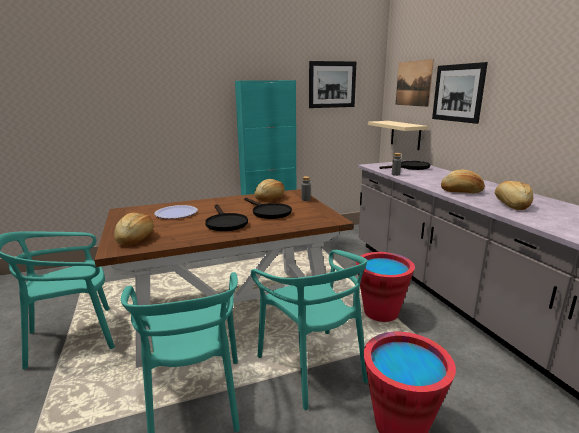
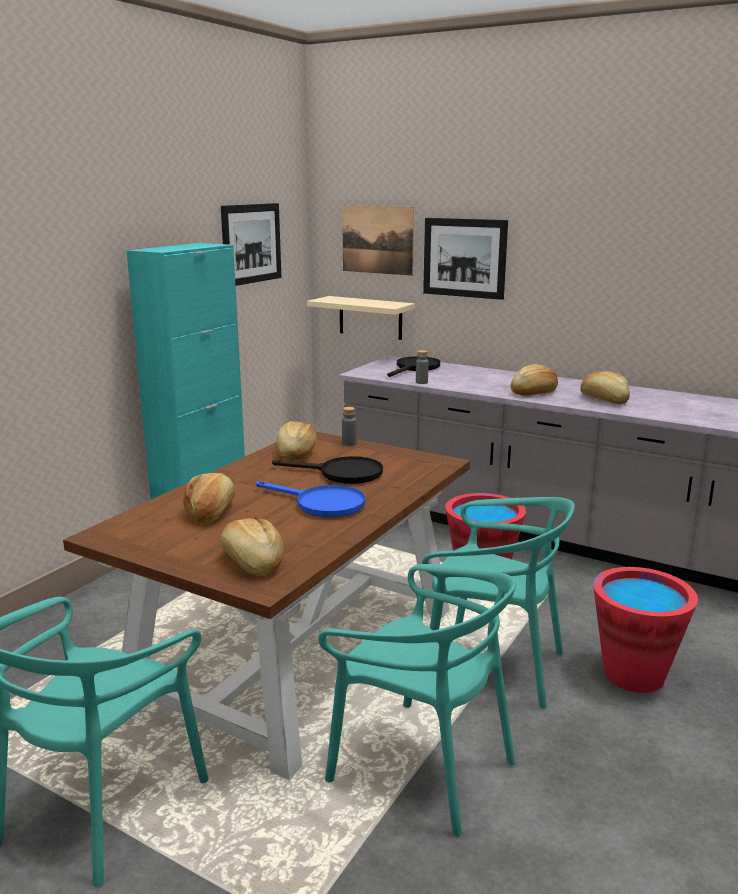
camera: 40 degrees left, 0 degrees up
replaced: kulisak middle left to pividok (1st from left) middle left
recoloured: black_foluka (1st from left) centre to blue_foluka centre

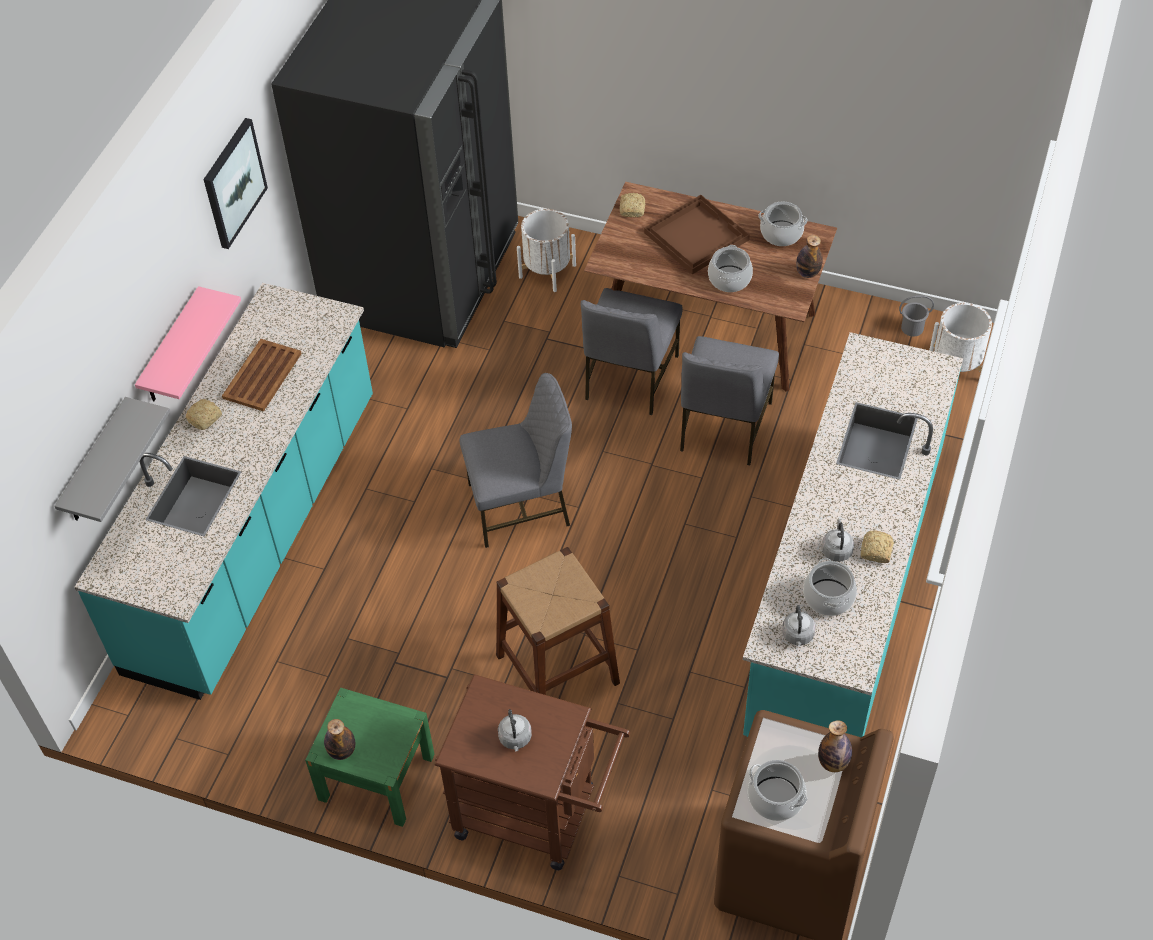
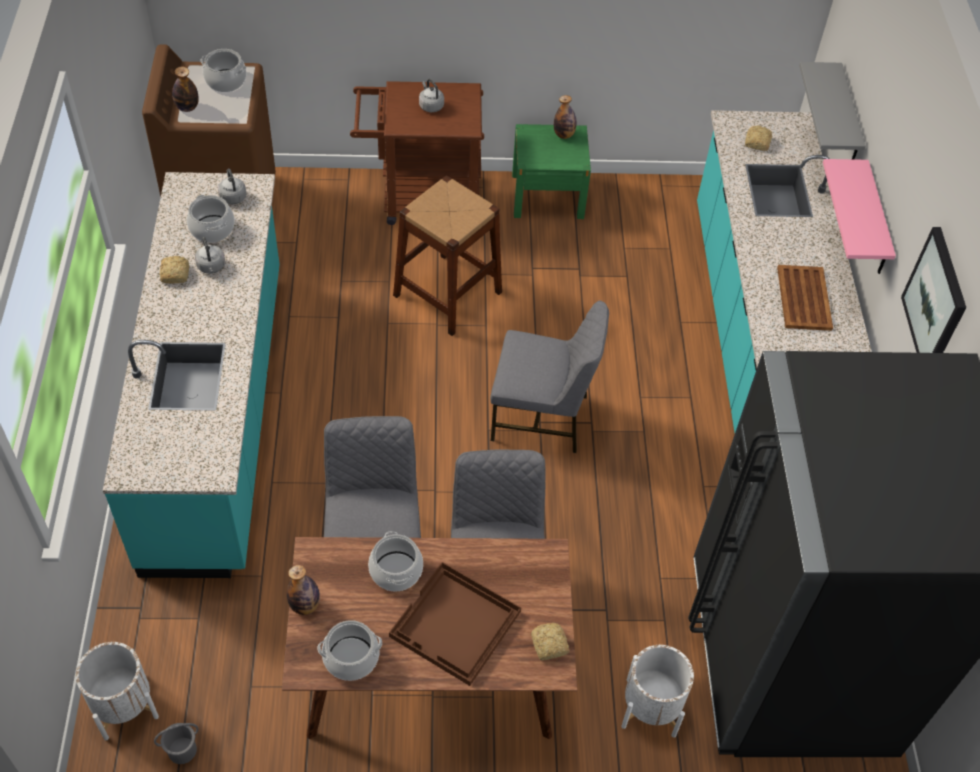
camera: 155 degrees right, 0 degrees up
moved: pividok (1st from left in the first image) middle left to pividok (3rd from left) top right
turned: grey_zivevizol (1st from left in the first image) centre = centre 135 degrees counterclockwise

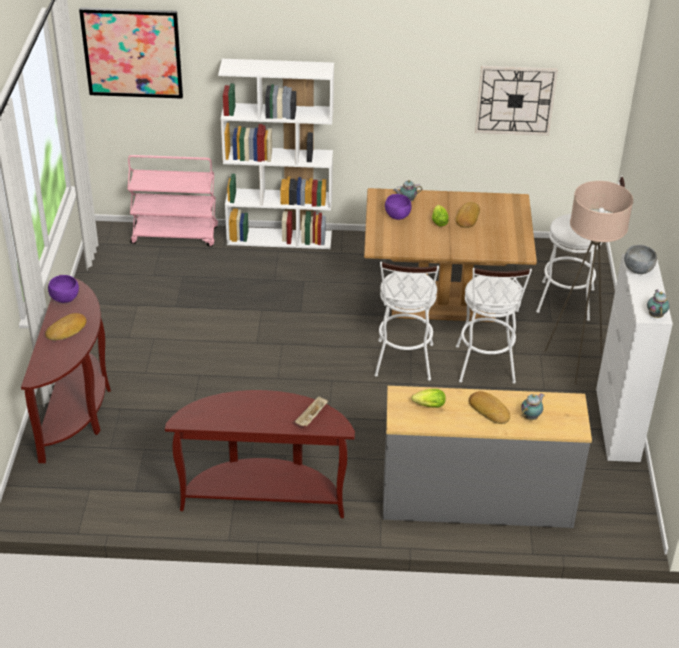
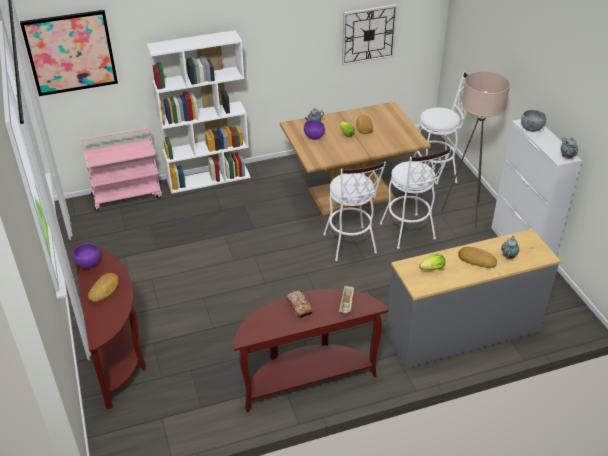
camera: 20 degrees left, 0 degrees up
added: pividok (2nd from left) bottom centre

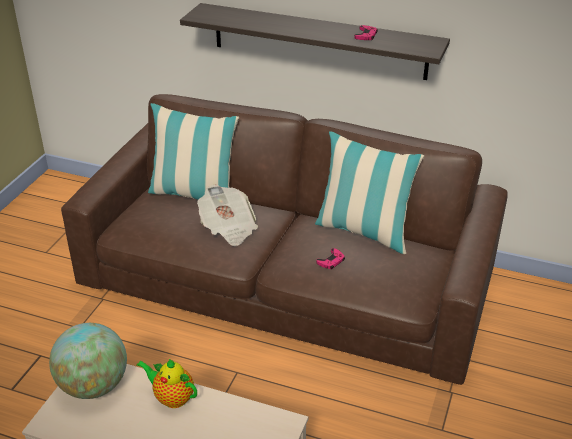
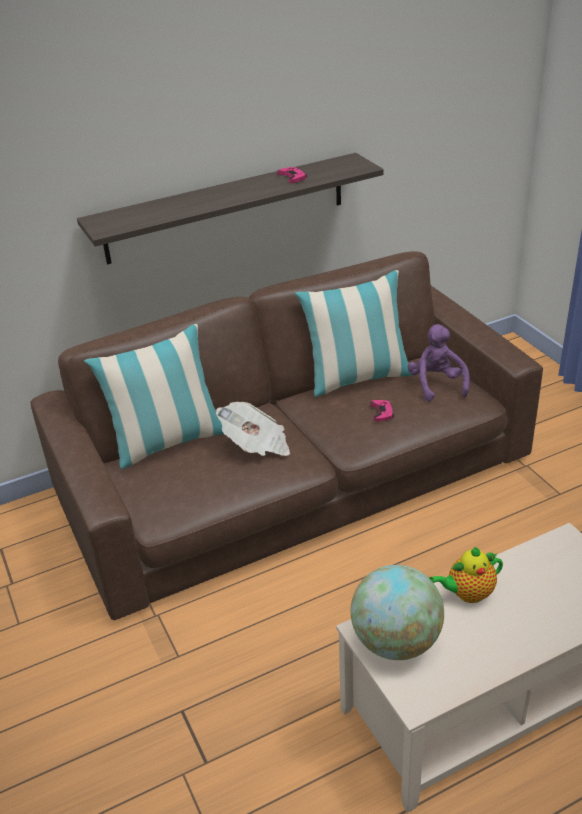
camera: 45 degrees left, 0 degrees up
added: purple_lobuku middle right

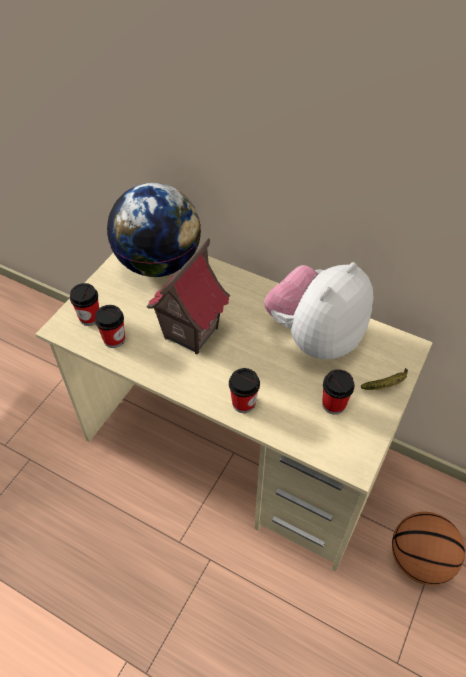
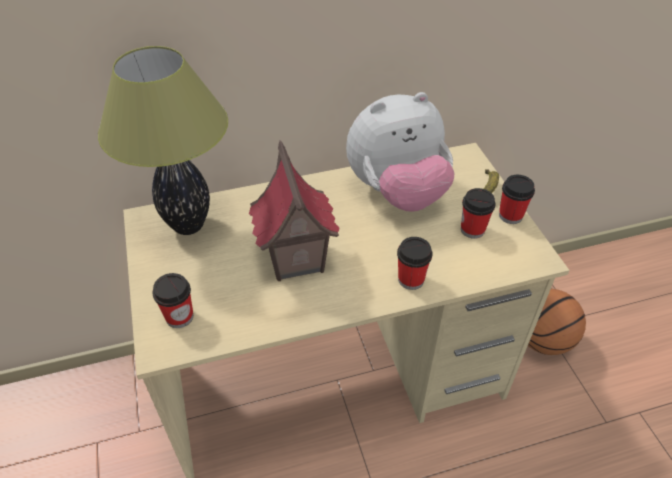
camera: 45 degrees left, 5 degrees down
moved: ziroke (2nd from left in the first image) middle left to ziroke (4th from left) middle right
replaced: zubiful middle left to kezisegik top left
turned: lobuku middle right = top centre 105 degrees counterclockwise

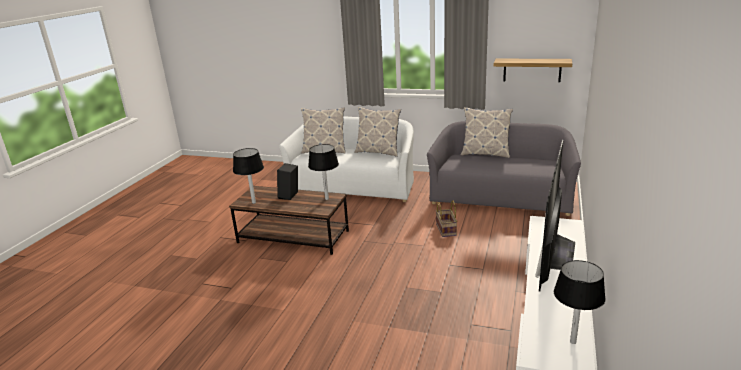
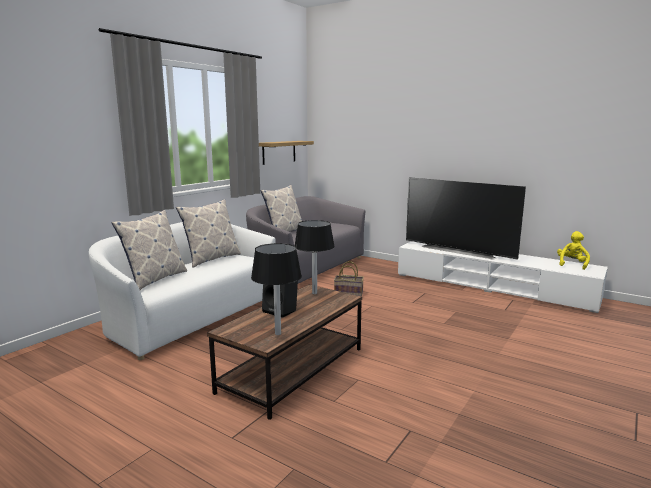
camera: 75 degrees left, 10 degrees down
replaced: black_kezisegik (3rd from left) bottom right to yellow_lobuku middle right

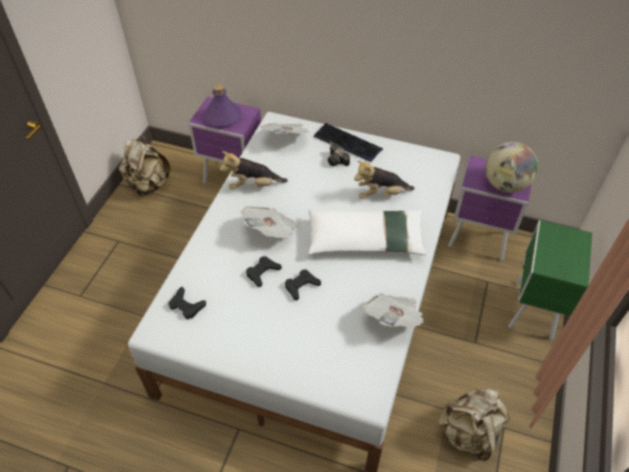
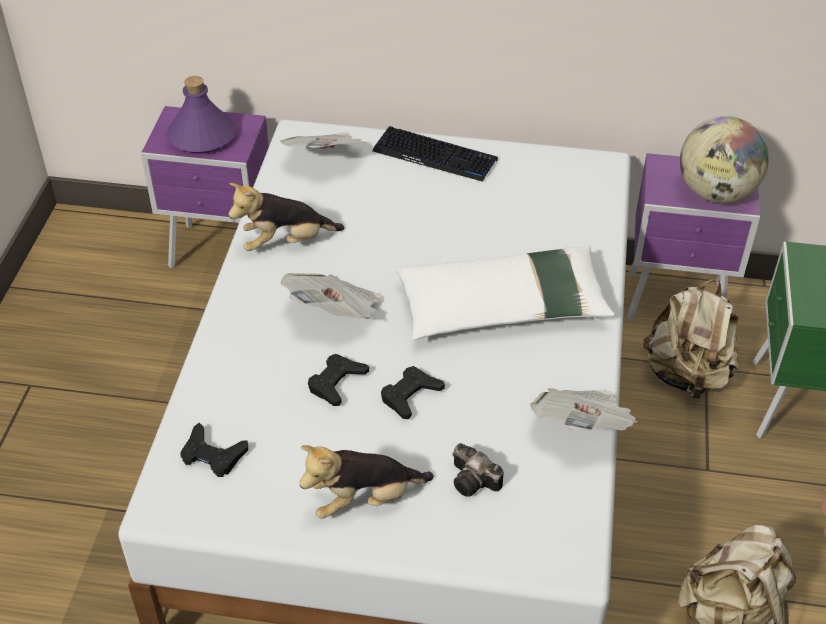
camera: 10 degrees left, 5 degrees down
moved: lobuku (2nd from left) centre to bottom centre; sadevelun top centre to bottom centre; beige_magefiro (1st from left) middle left to middle right

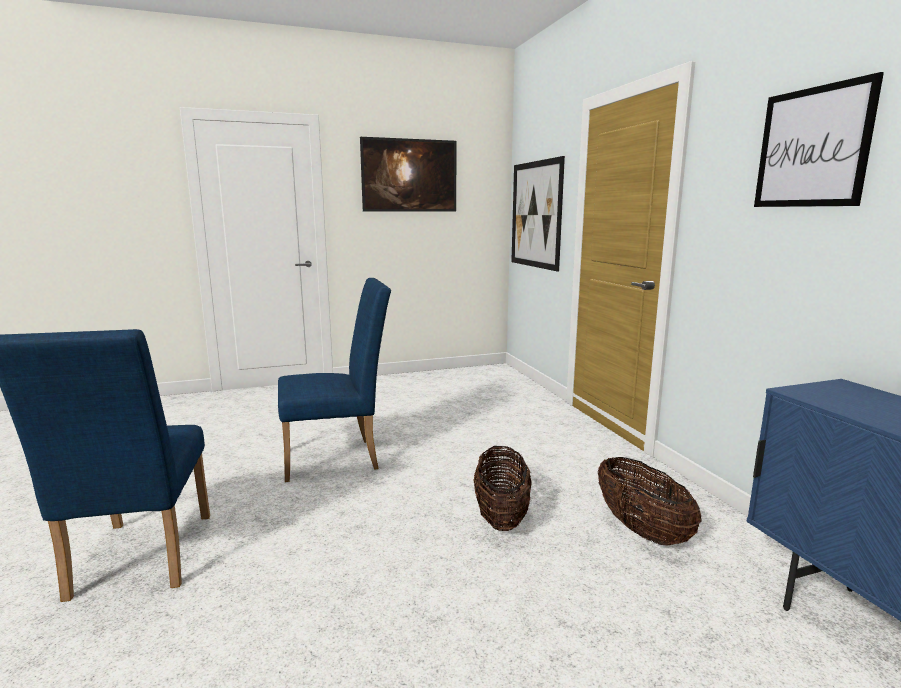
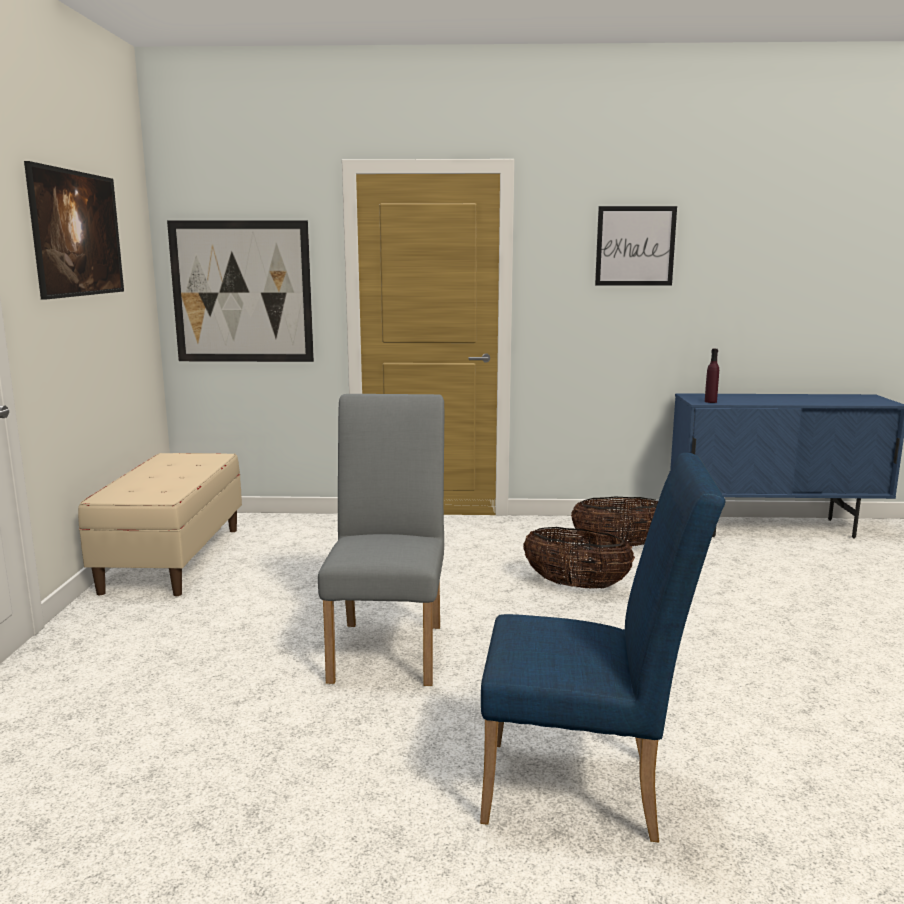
camera: 70 degrees left, 0 degrees up
added: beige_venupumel middle left; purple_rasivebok middle right
recoloured: blue_zivevizol (2nd from left) centre to grey_zivevizol centre

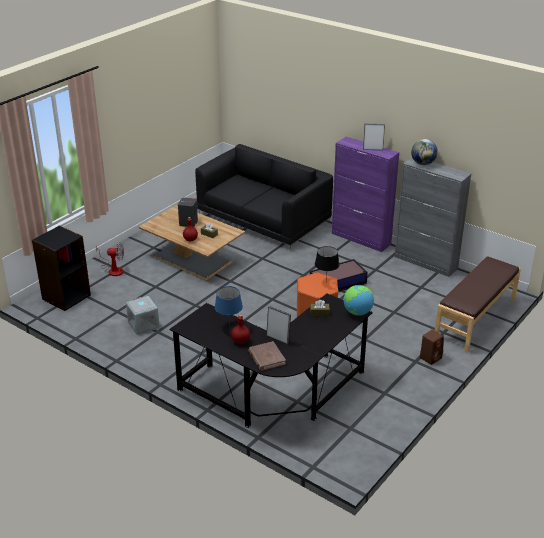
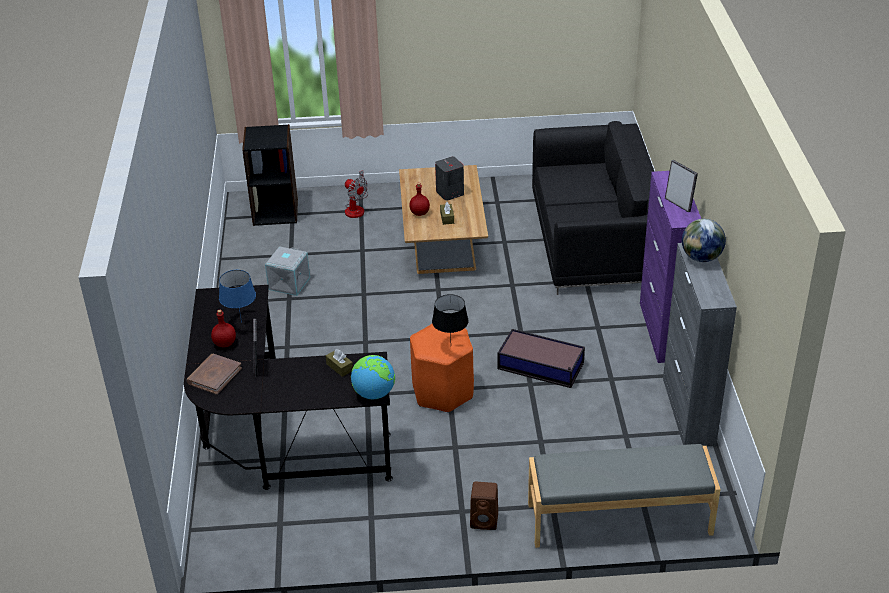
camera: 50 degrees right, 5 degrees up
recoloured: brown_venupumel middle right to grey_venupumel bottom right

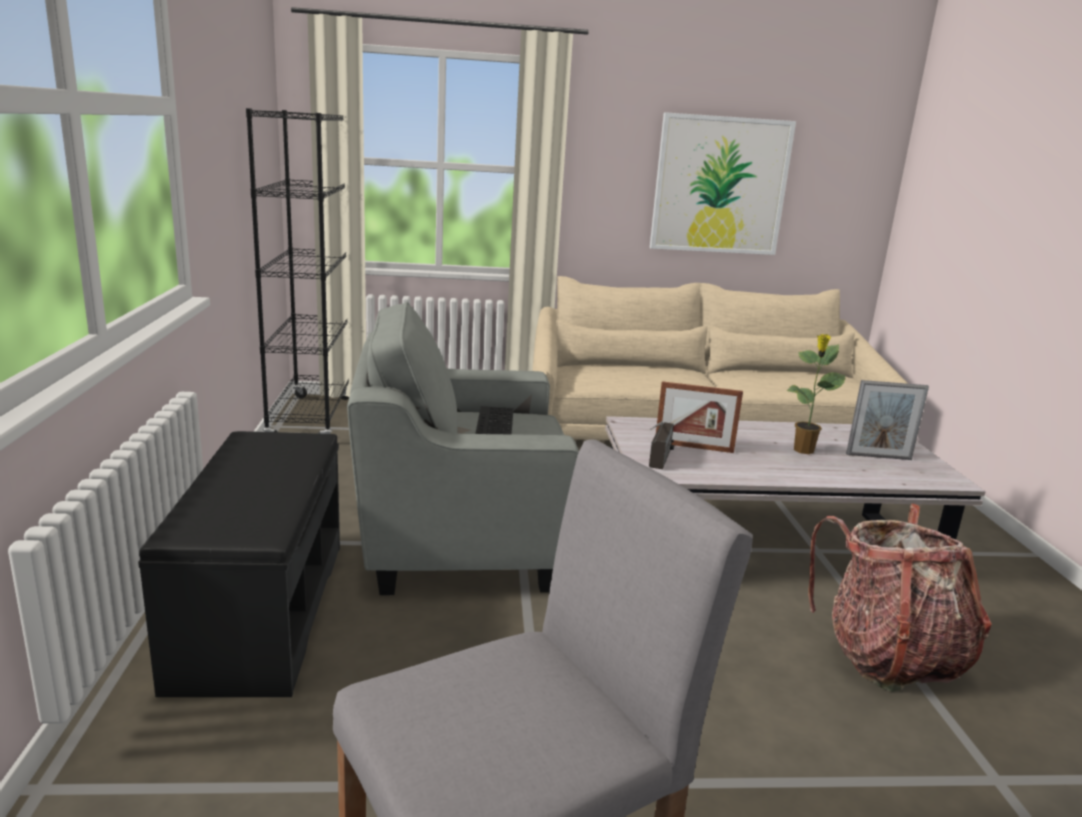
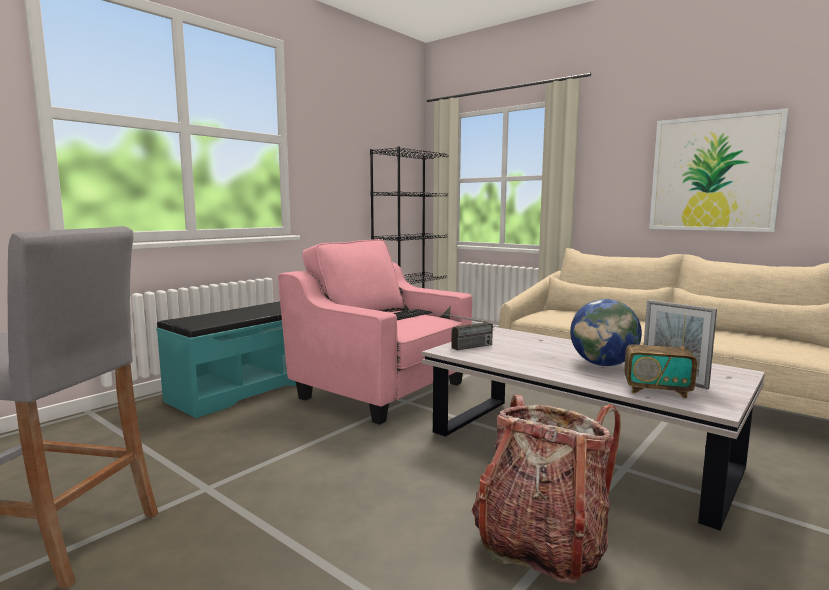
camera: 45 degrees right, 10 degrees down
removed: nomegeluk (1st from left) centre
added: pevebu (2nd from left) middle right
replaced: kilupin middle right to zubiful middle right
recoloured: black_venupumel bottom left to turquoise_venupumel middle left; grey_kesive centre to pink_kesive centre

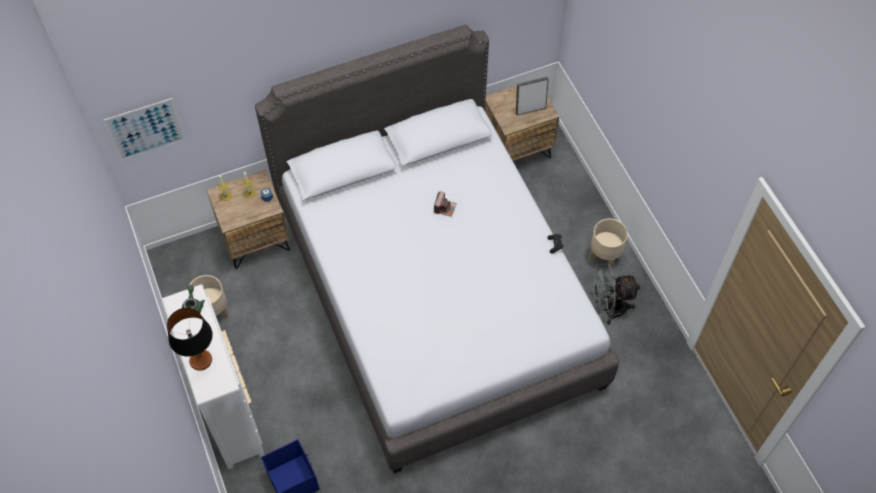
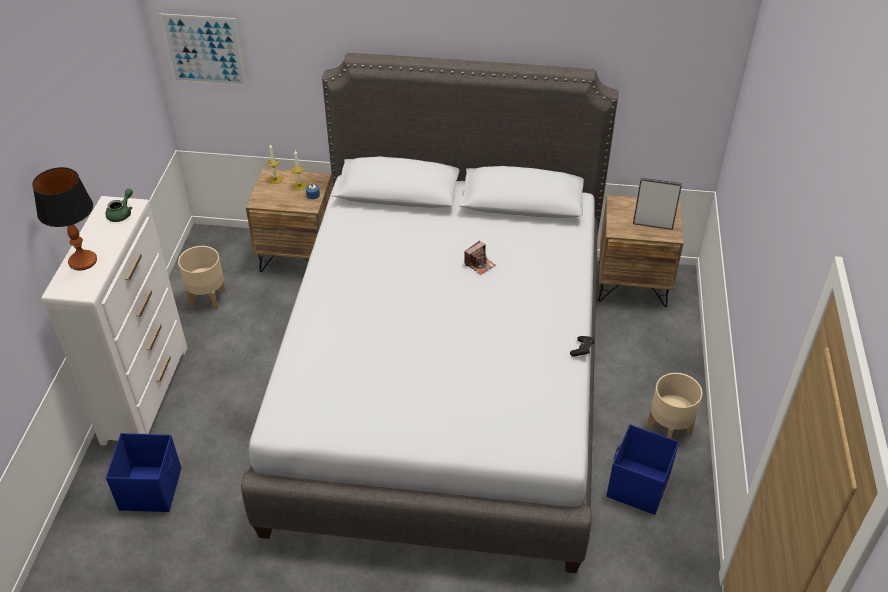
camera: 30 degrees right, 15 degrees down
replaced: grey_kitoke middle right to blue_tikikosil (2nd from left) bottom right

